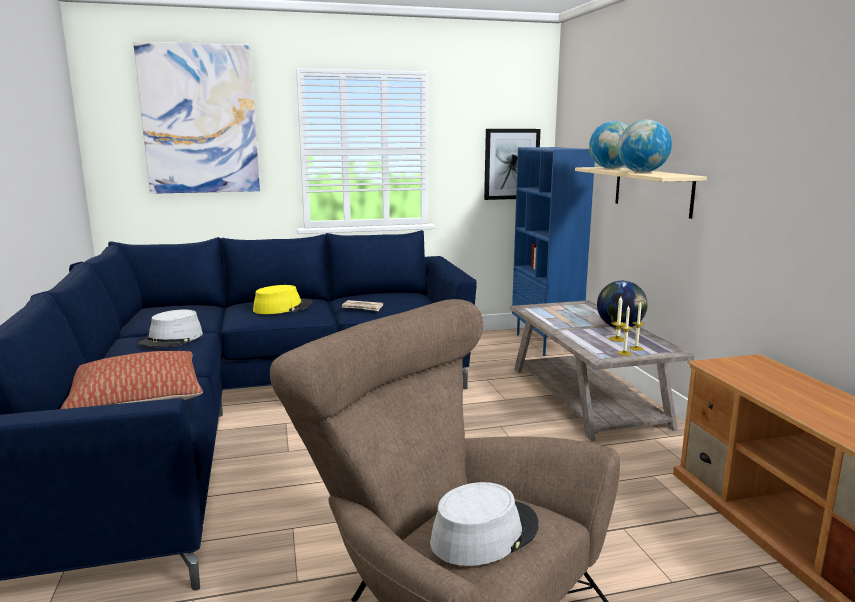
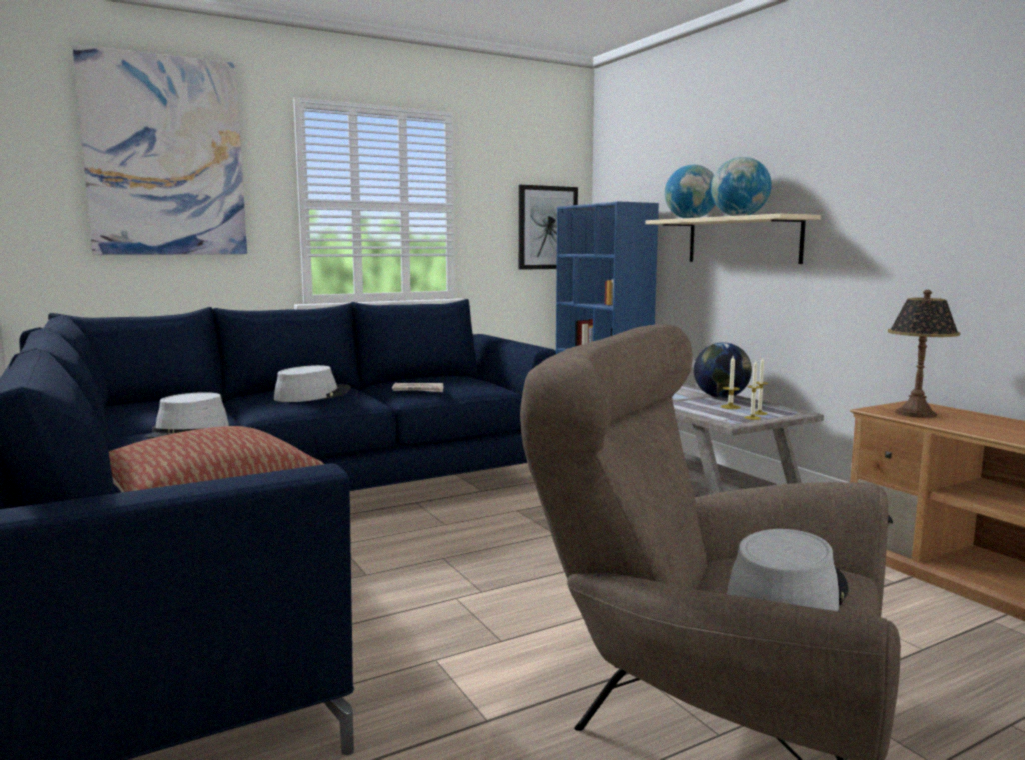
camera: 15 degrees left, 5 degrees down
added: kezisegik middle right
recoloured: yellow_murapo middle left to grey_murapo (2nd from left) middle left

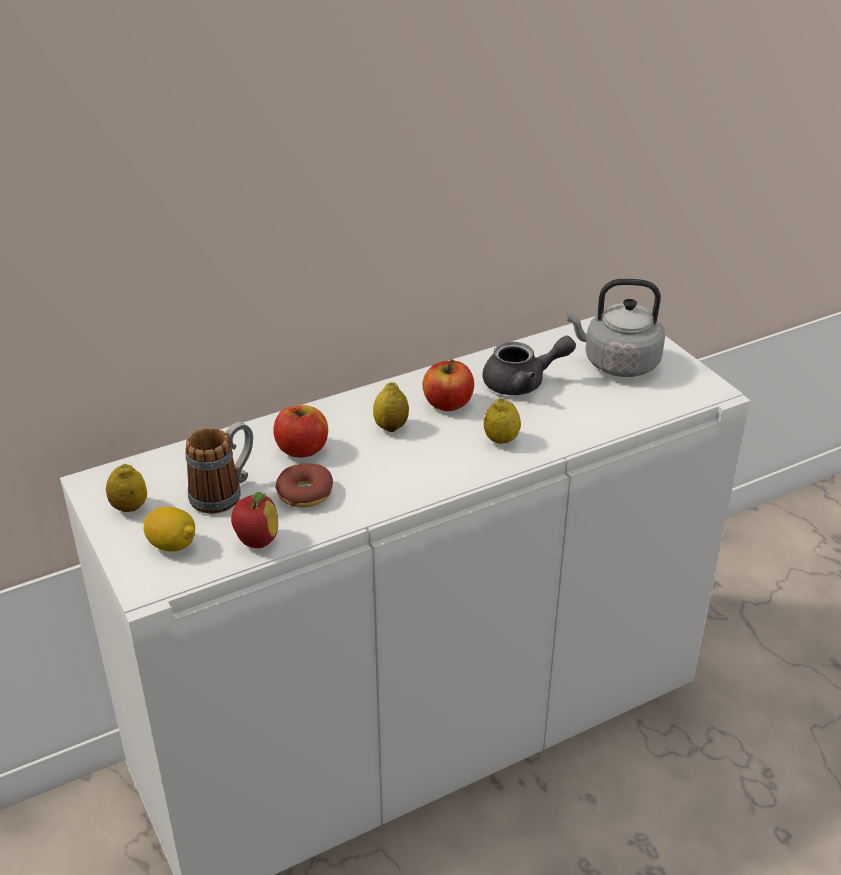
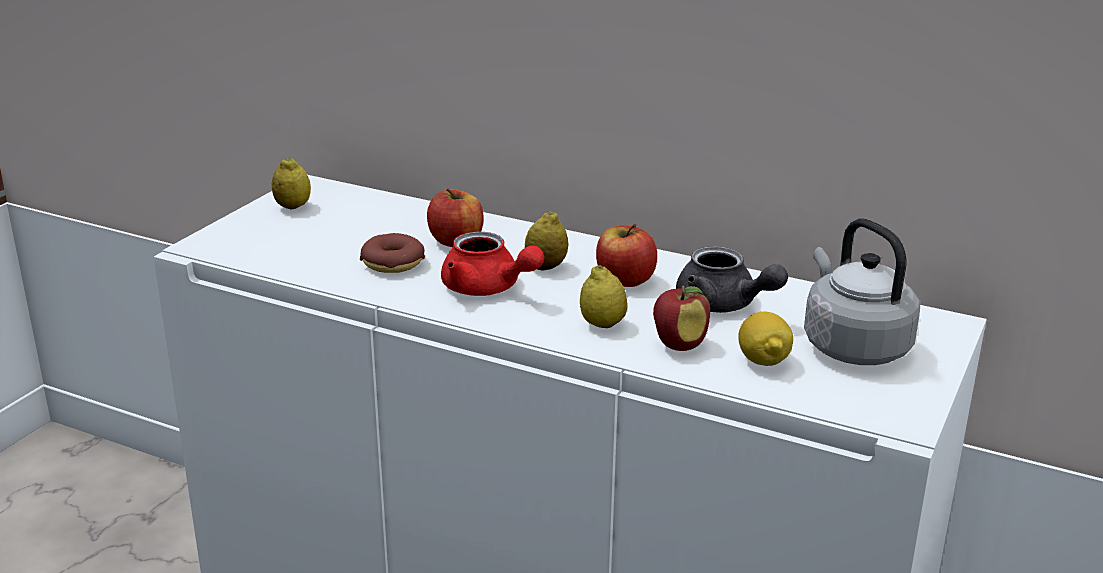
camera: 55 degrees right, 10 degrees down
removed: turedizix middle left
added: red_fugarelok centre
moved: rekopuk (1st from left in the first image) middle left to rekopuk (3rd from left) centre; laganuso (2nd from left in the first image) middle left to laganuso (4th from left) middle right

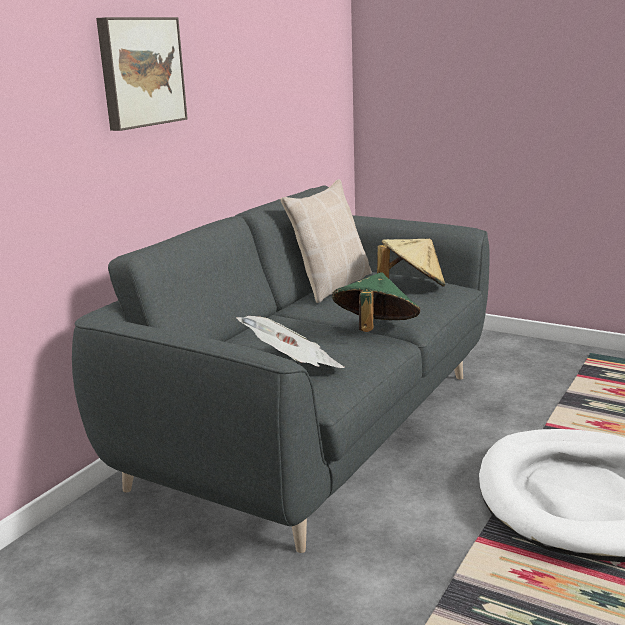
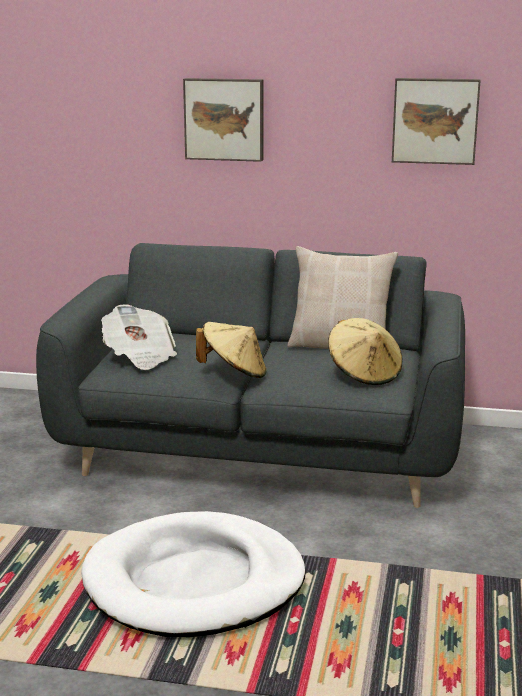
camera: 70 degrees right, 0 degrees up
added: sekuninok (2nd from left) top right
recoloured: green_murapo centre to beige_murapo (1st from left) centre

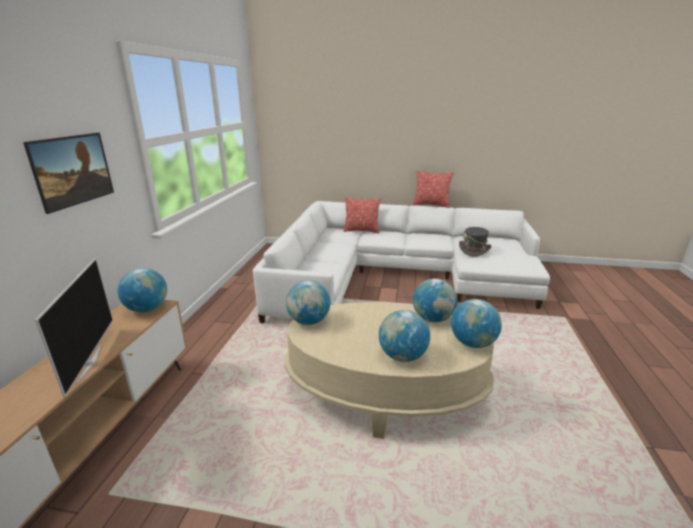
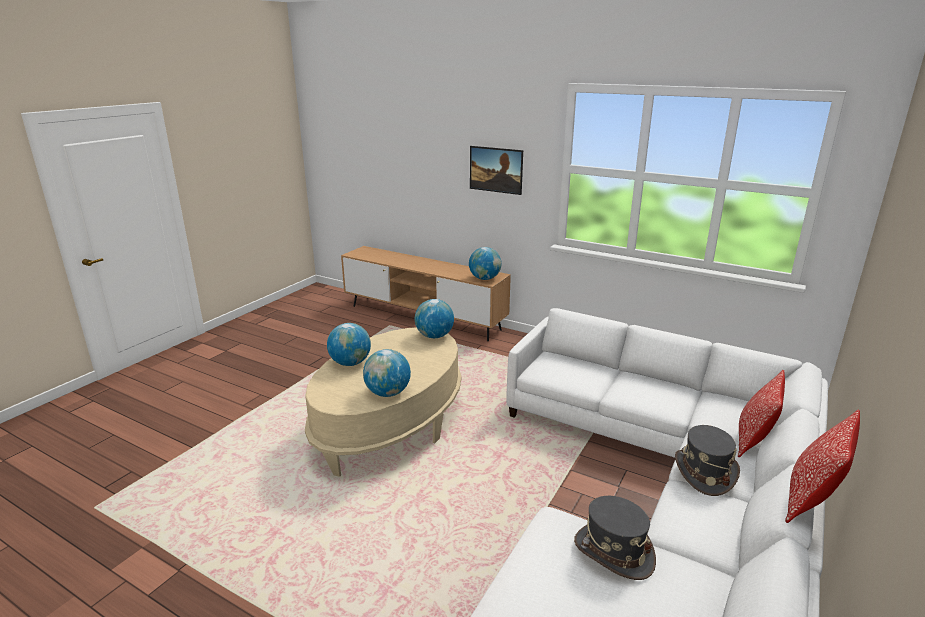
camera: 110 degrees right, 0 degrees up
removed: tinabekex middle left; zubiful (5th from left) middle right
added: grey_murapo (2nd from left) bottom right

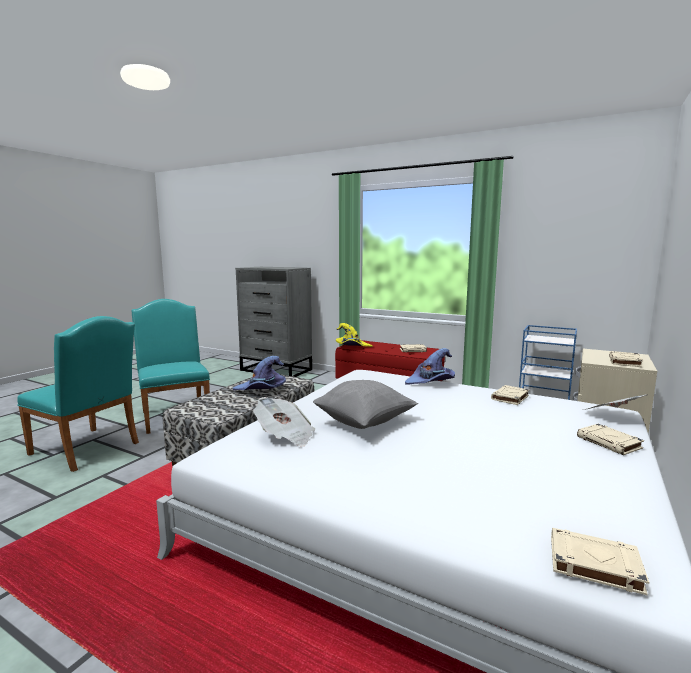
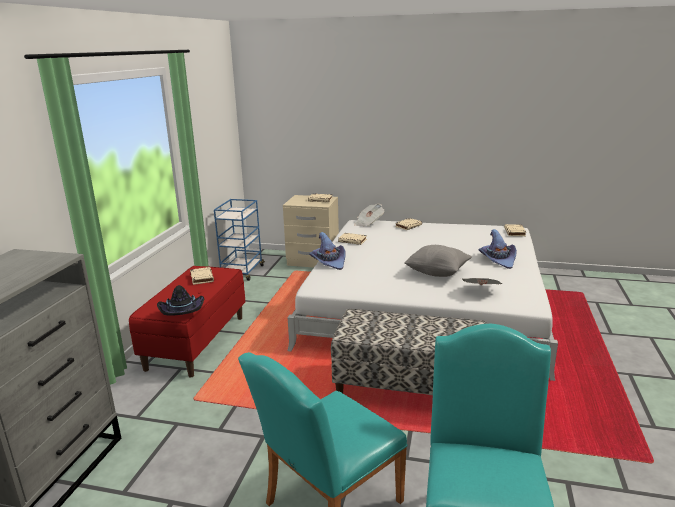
camera: 105 degrees left, 10 degrees up
moved: purple_murapo (1st from left in the first image) centre to purple_murapo (2nd from left) middle right
recoloured: yellow_murapo centre to black_murapo middle left

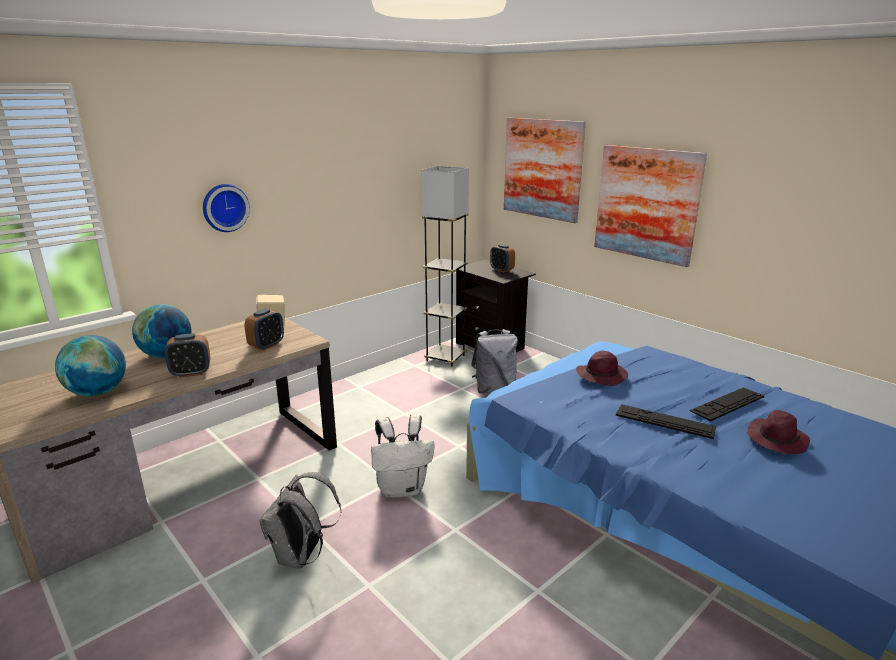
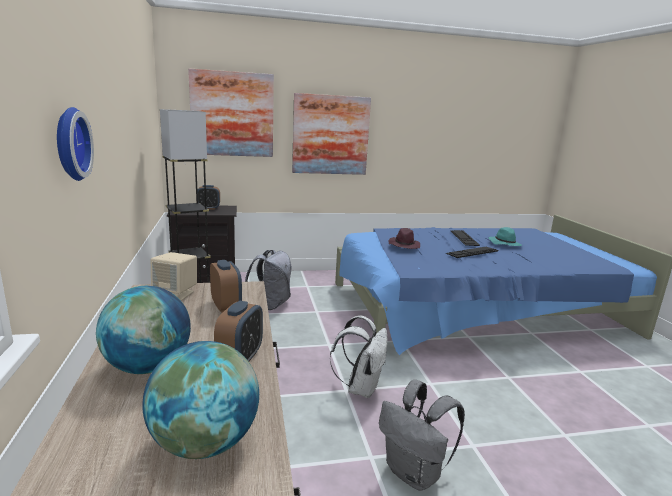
camera: 60 degrees left, 5 degrees down
recoloured: purple_murapo (2nd from left) middle right to turquoise_murapo middle right

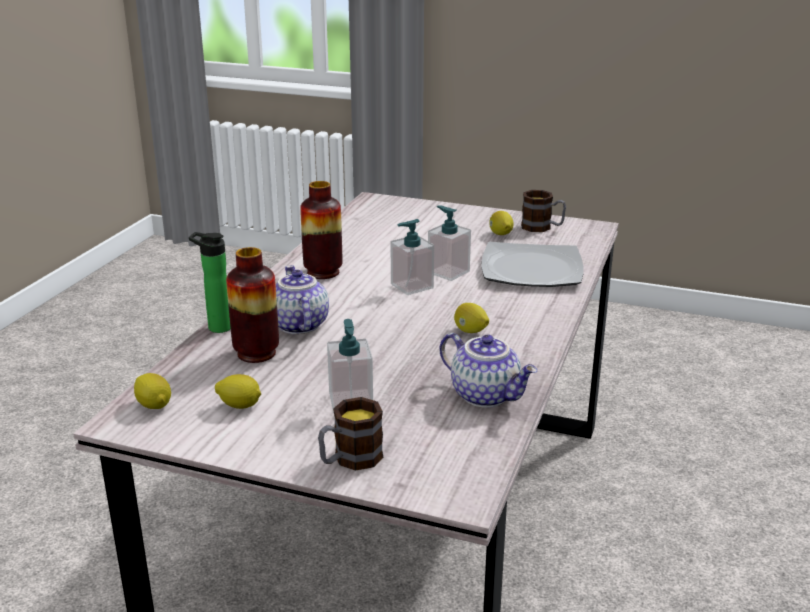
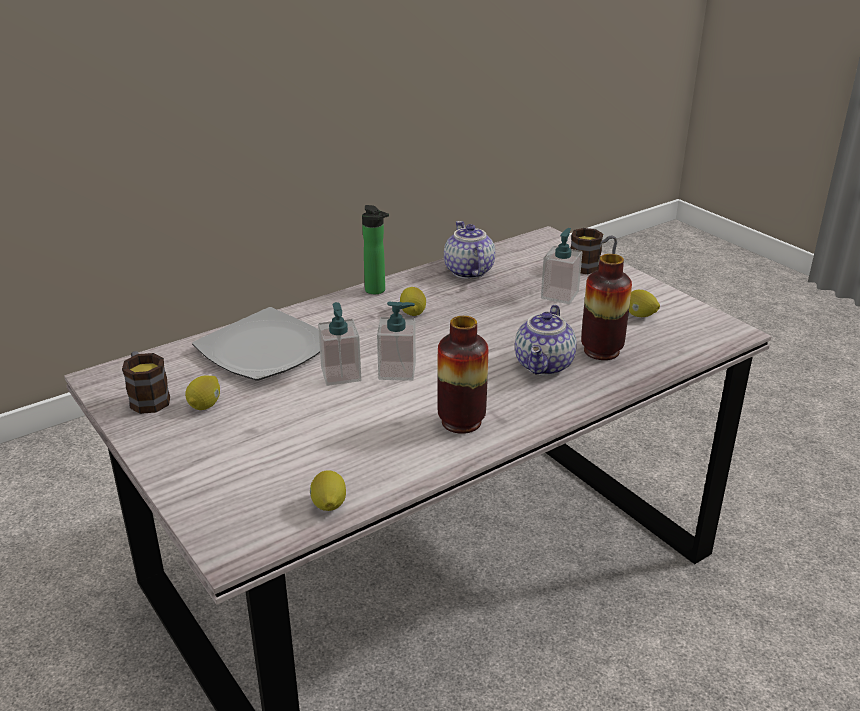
camera: 145 degrees left, 5 degrees up
moved: laganuso (1st from left in the first image) middle left to laganuso (2nd from left) bottom centre; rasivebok middle left to centre

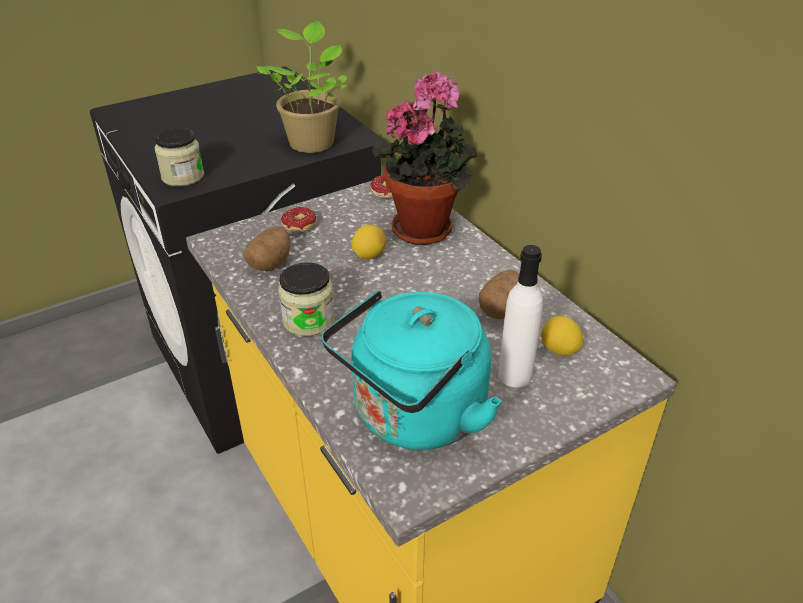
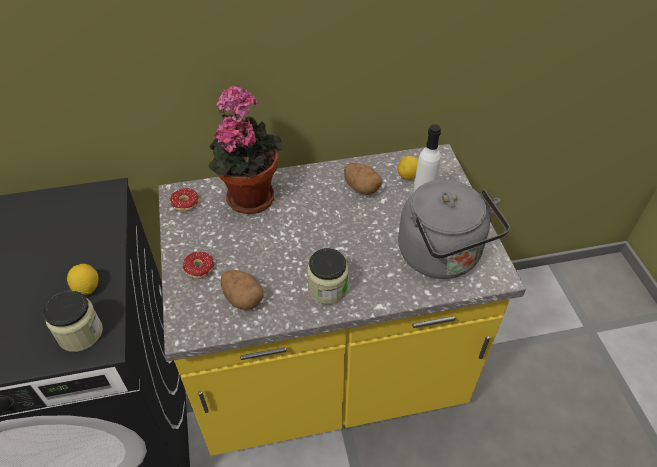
camera: 70 degrees left, 10 degrees up
removed: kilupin (1st from left) top centre
moved: laganuso (1st from left) centre to middle left
recoloured: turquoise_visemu centre to grey_visemu middle right

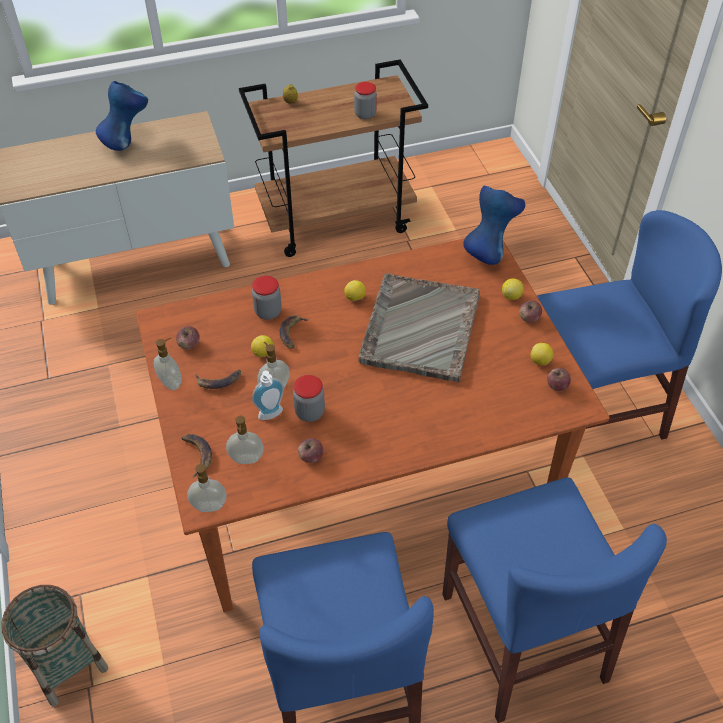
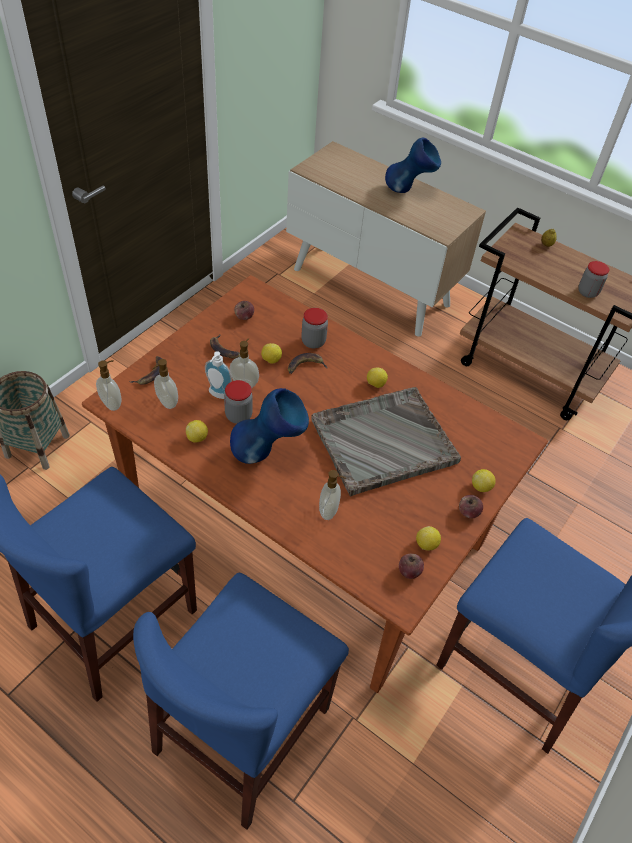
camera: 50 degrees right, 0 degrees up
moved: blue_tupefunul (2nd from left in the first image) top right to blue_tupefunul (1st from left) centre; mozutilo (1st from left in the first image) middle left to mozutilo (5th from left) centre
replaced: rekopuk (2nd from left) centre to laganuso (1st from left) middle left

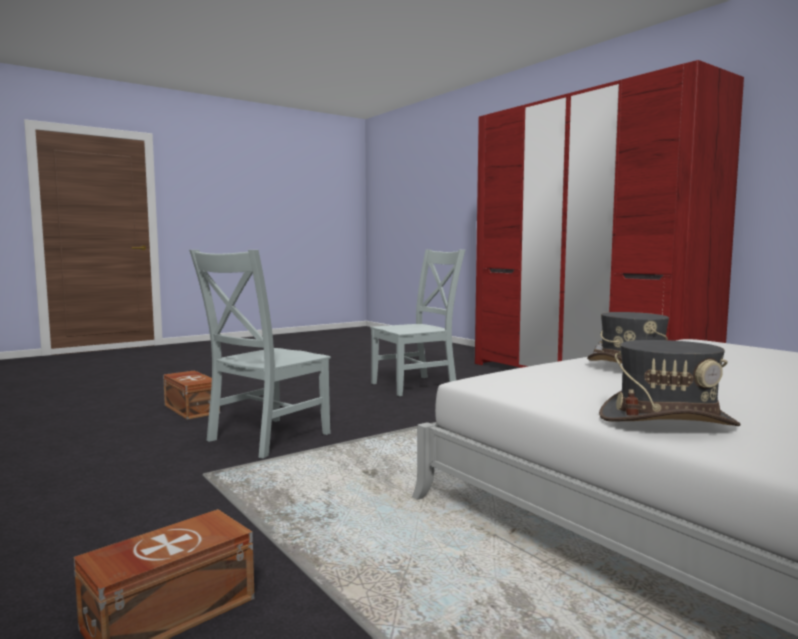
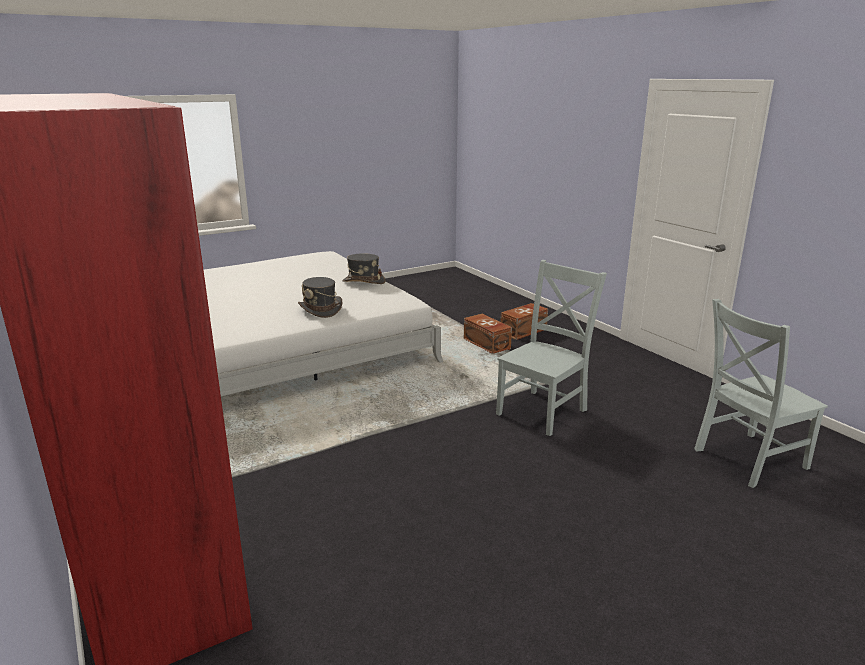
camera: 175 degrees left, 15 degrees up
moved: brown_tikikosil (2nd from left in the first image) middle left to brown_tikikosil (1st from left) centre; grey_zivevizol (2nd from left) centre to middle right

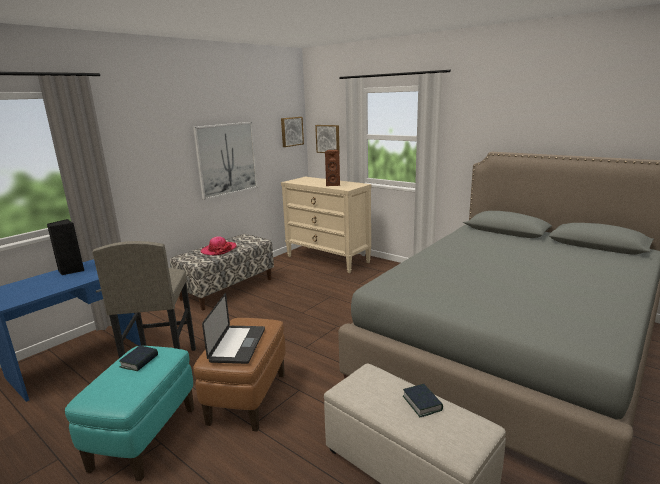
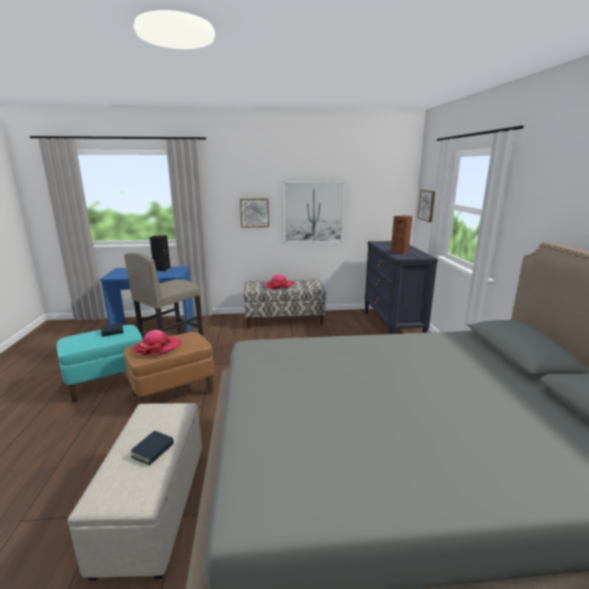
camera: 45 degrees right, 0 degrees up
moved: sekuninok (2nd from left in the first image) top centre to sekuninok (1st from left) centre
replaced: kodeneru bottom centre to murapo (1st from left) middle left
recoloured: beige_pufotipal centre to black_pufotipal middle right

